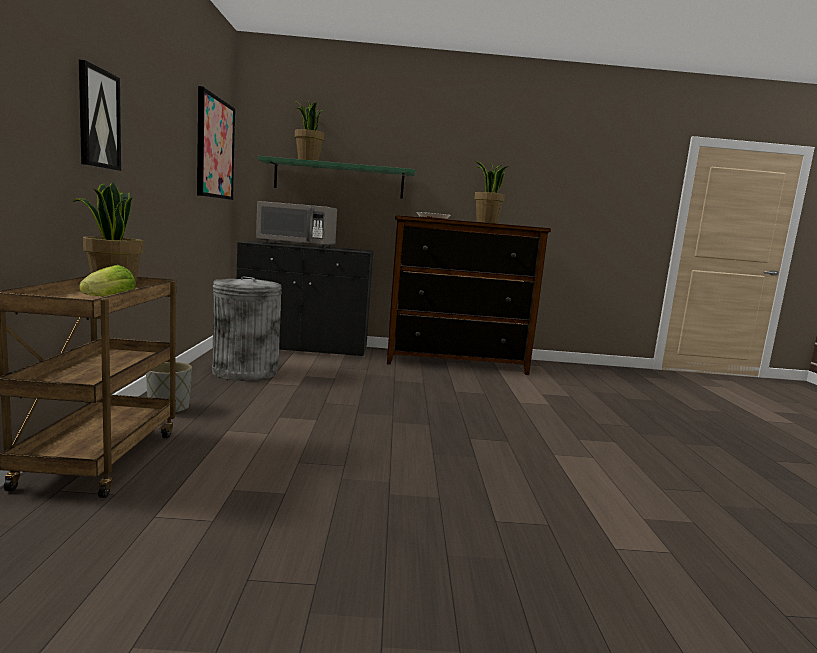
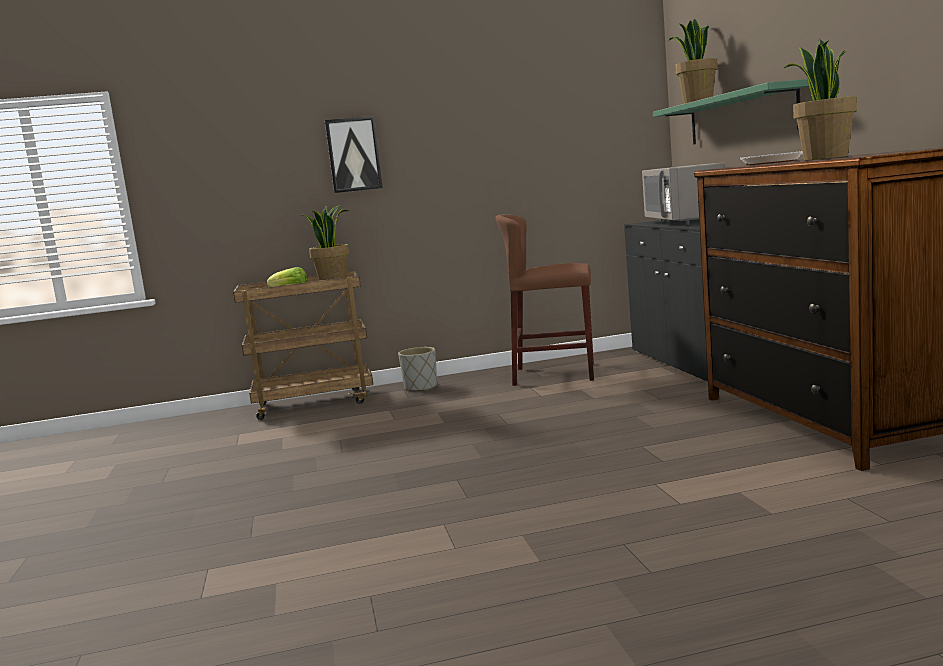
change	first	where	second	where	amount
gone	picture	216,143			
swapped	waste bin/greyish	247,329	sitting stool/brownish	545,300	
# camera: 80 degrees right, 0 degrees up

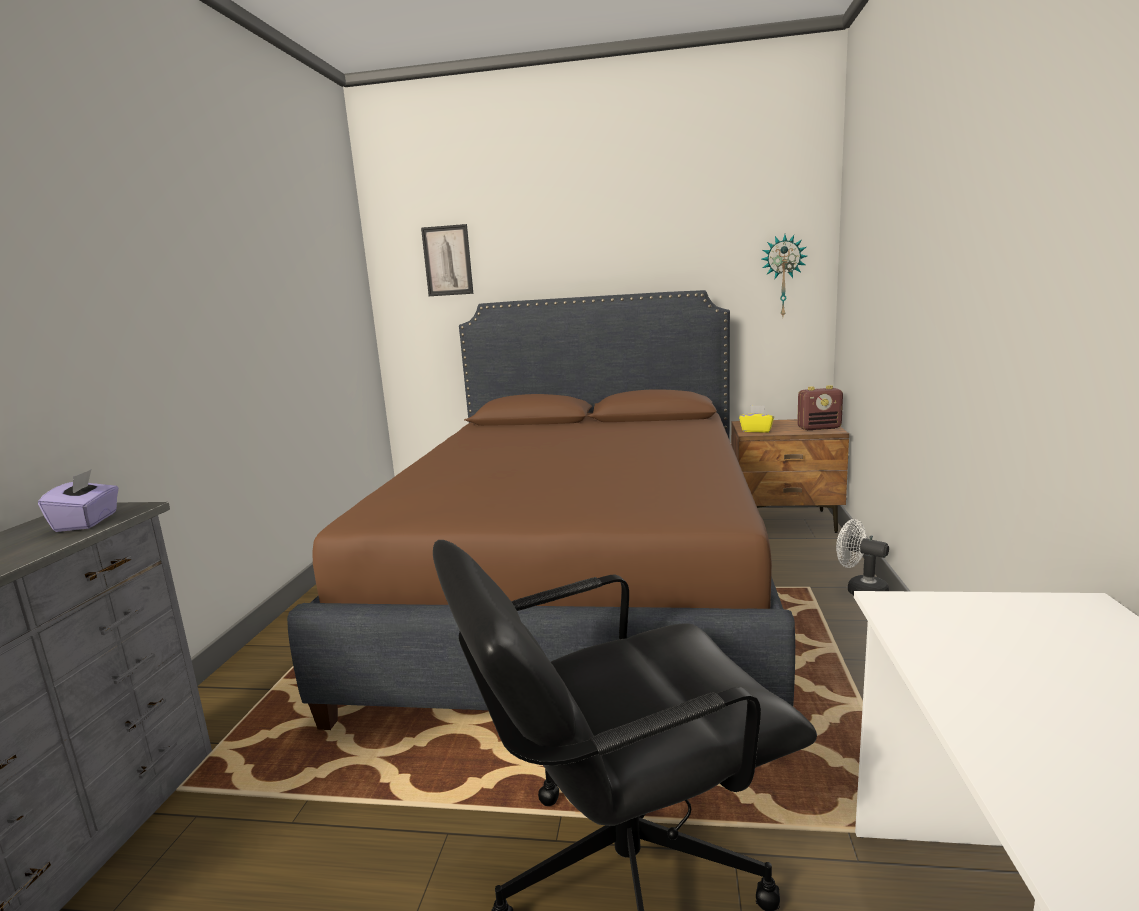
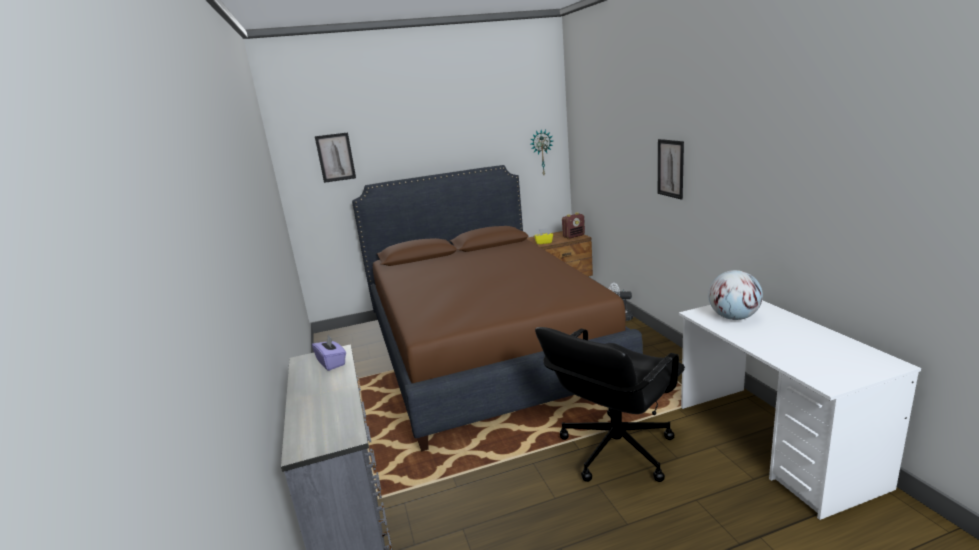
change	first	where	second	where	amount
new			picture	671,169	
new			world globe	735,295	
# camera: 25 degrees left, 5 degrees up

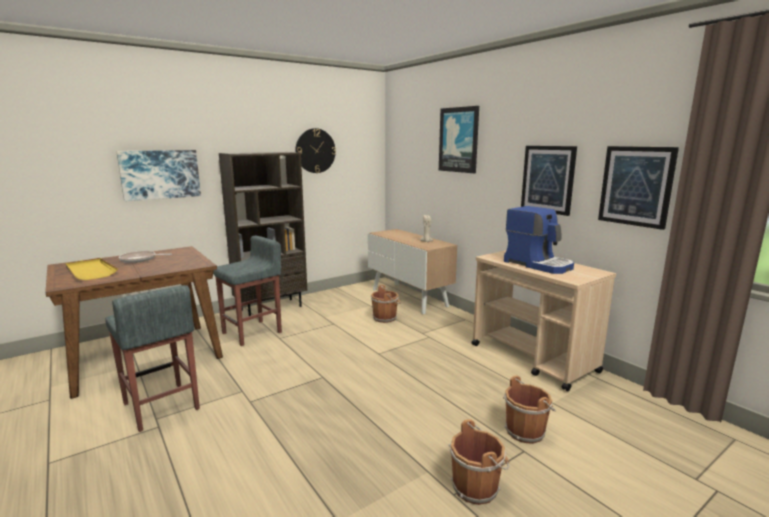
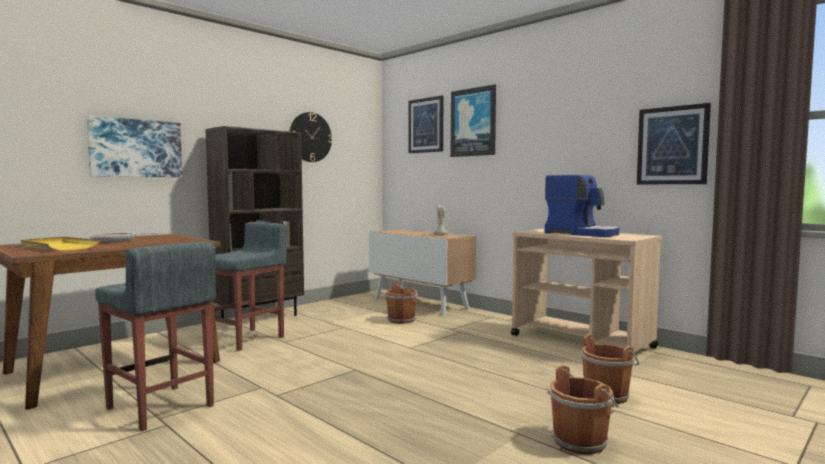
change	first	where	second	where	amount
shifted	picture	549,181		426,124	
# camera: 10 degrees left, 10 degrees down

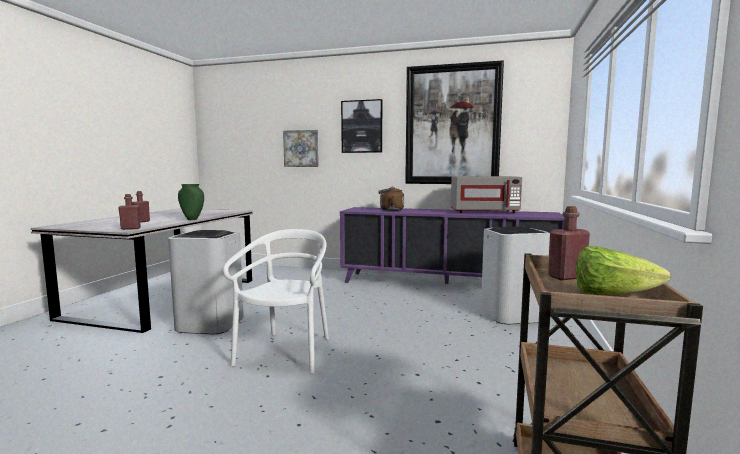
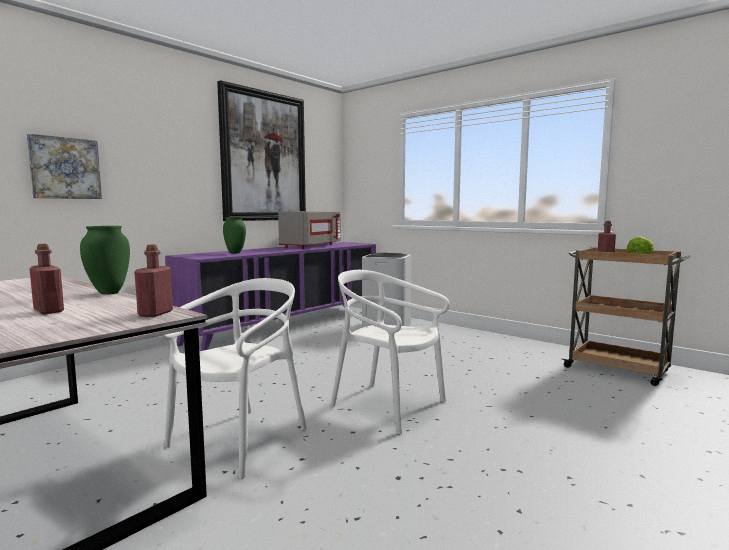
change	first	where	second	where	amount
swapped	waste bin/whitish	206,282	upright chair/whitish	233,378	
gone	picture	361,126			
swapped	tea kettle/brownish	391,199	flower vase/green-coloured	234,235	
# camera: 65 degrees left, 0 degrees up

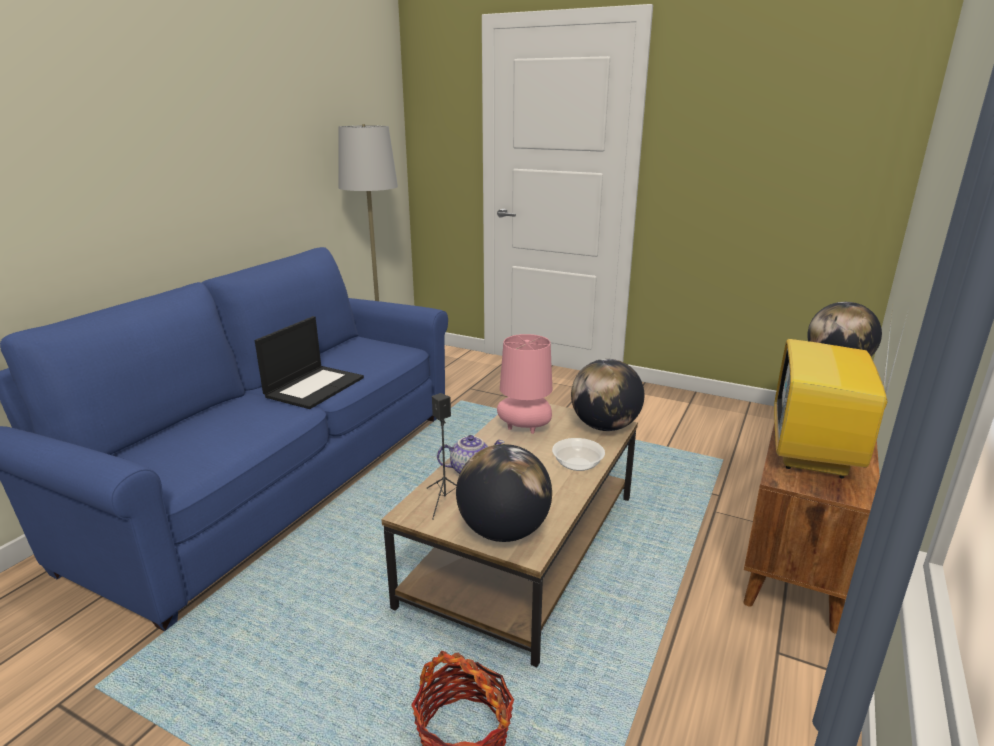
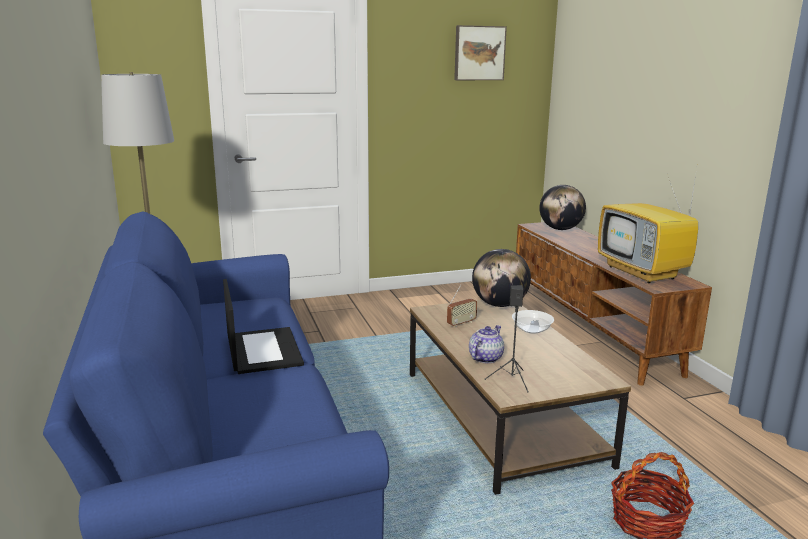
change	first	where	second	where	amount
gone	world globe	504,493			
swapped	lamp for a table/pink-coloured	524,384	radio set	462,305	
new			picture	480,52	
# camera: 45 degrees left, 5 degrees down

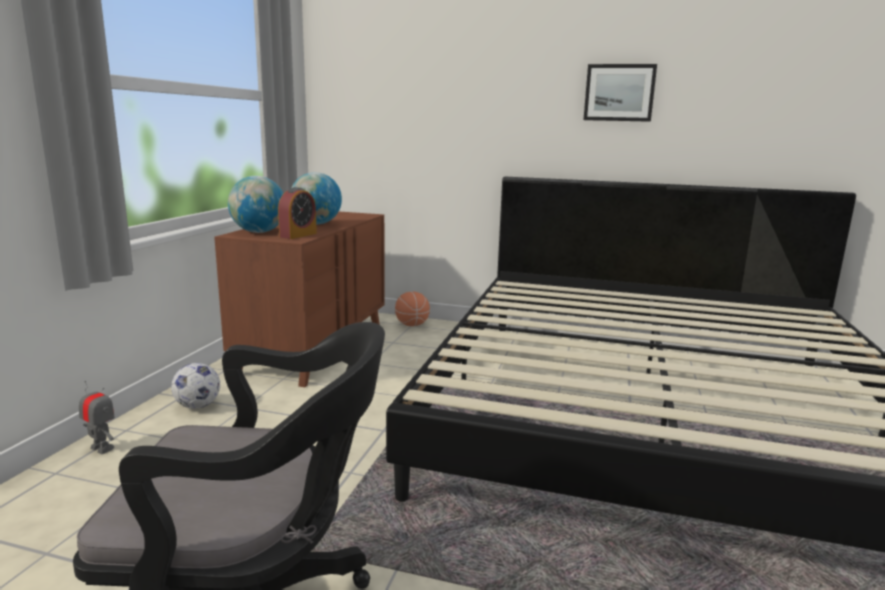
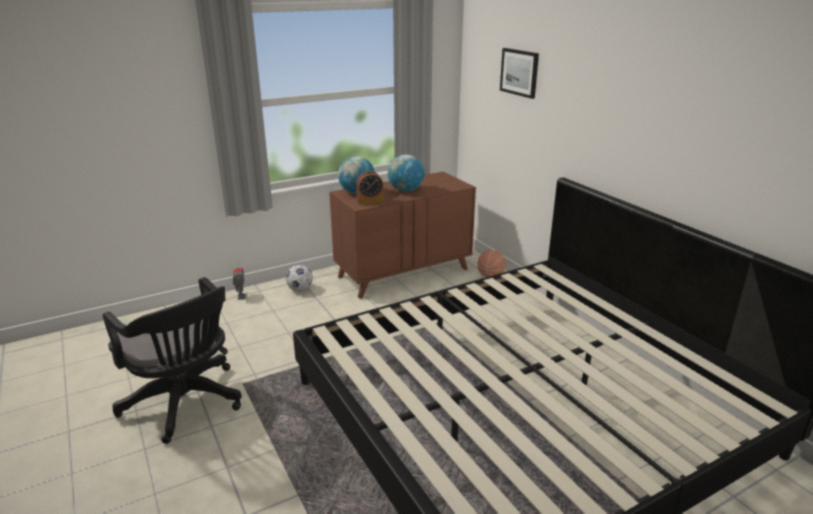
change	first	where	second	where	amount
shifted	picture	620,93		519,73	
# camera: 45 degrees right, 10 degrees up

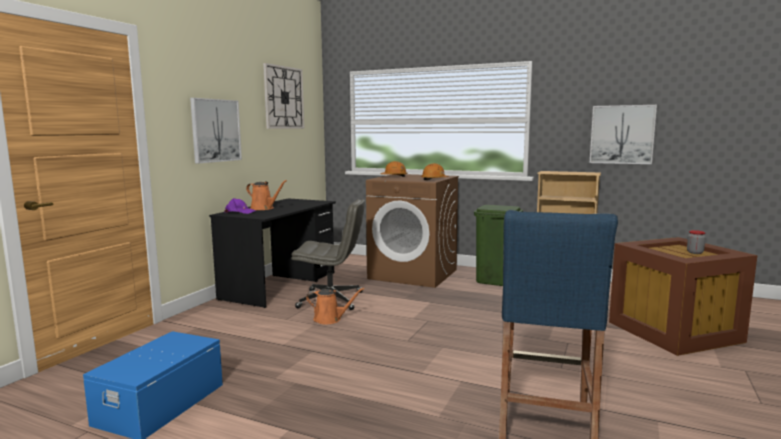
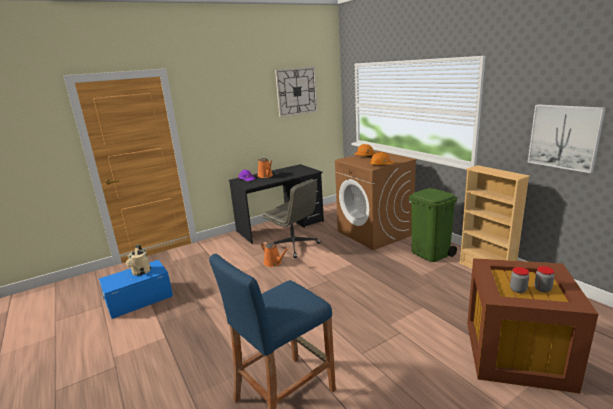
change	first	where	second	where	amount
gone	picture	216,131			
new			watering pot/sand-coloured	138,260	
new			preserve jar	519,280	
# camera: 35 degrees right, 10 degrees up

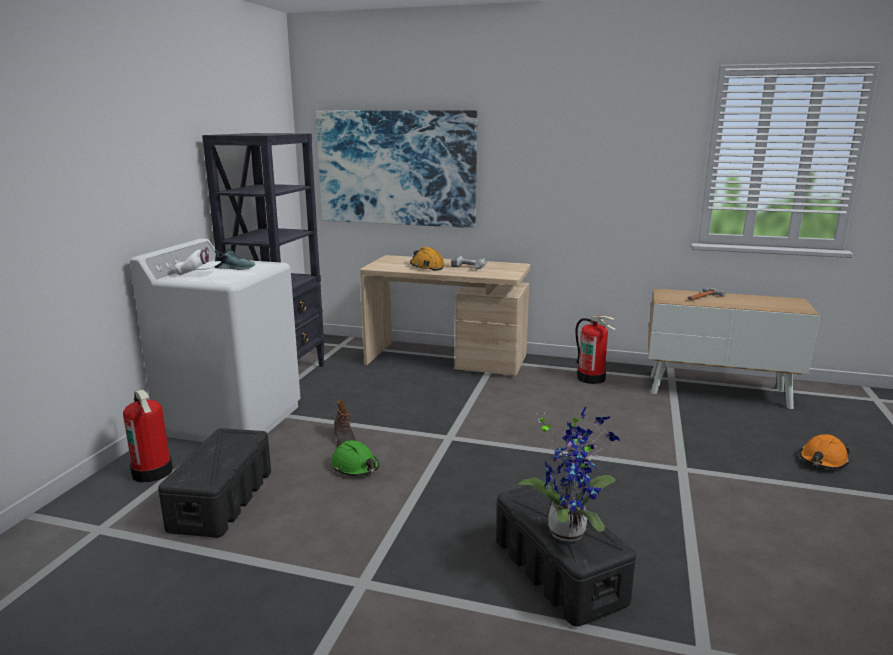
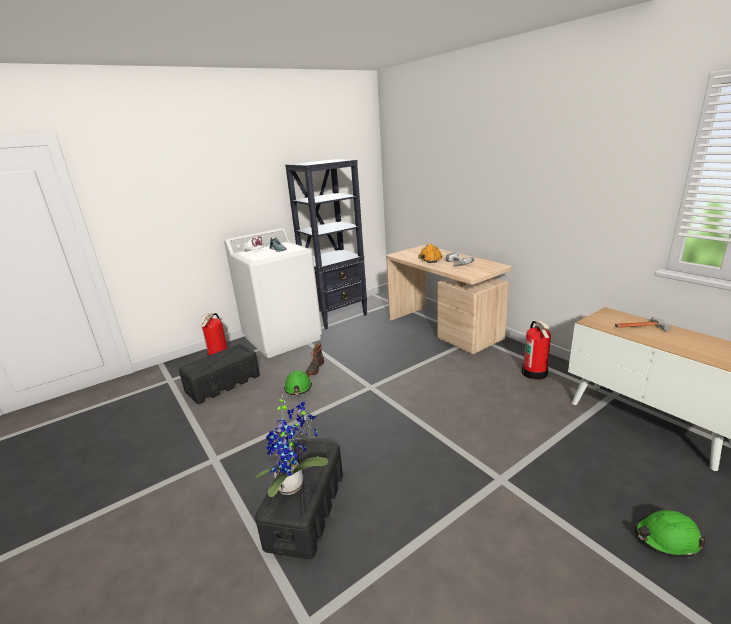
change	first	where	second	where	amount
gone	picture	396,169			
repainted	safety helmet/orange	825,451	safety helmet/green-coloured	670,534	
# camera: 40 degrees right, 5 degrees up

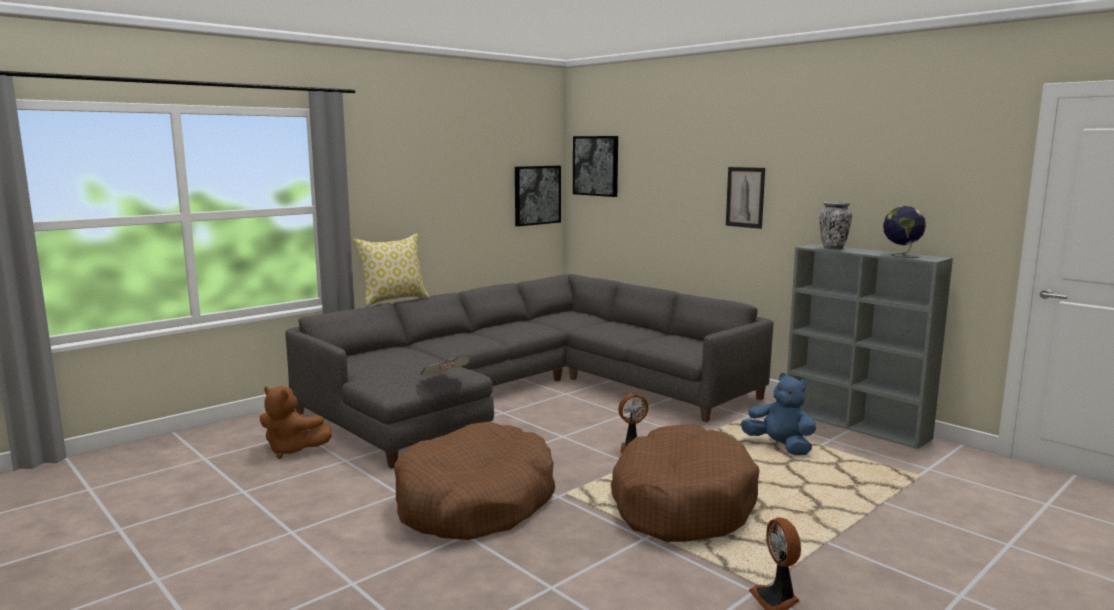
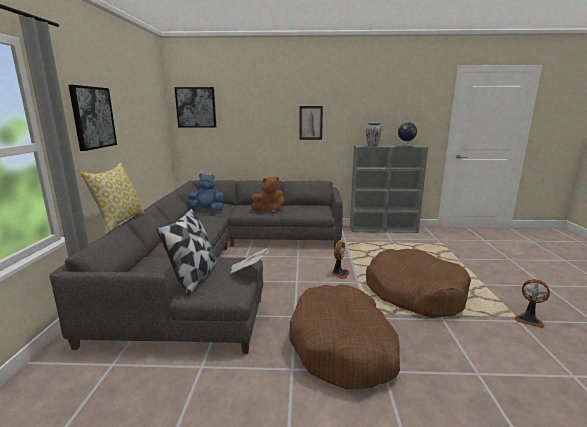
change	first	where	second	where	amount
shifted	plush toy/brownish	296,422		268,194	
shifted	picture	538,196		92,118	
shifted	plush toy/blue-coloured	778,414		205,192	
new			throw pillow	186,252	
# camera: 45 degrees left, 5 degrees up

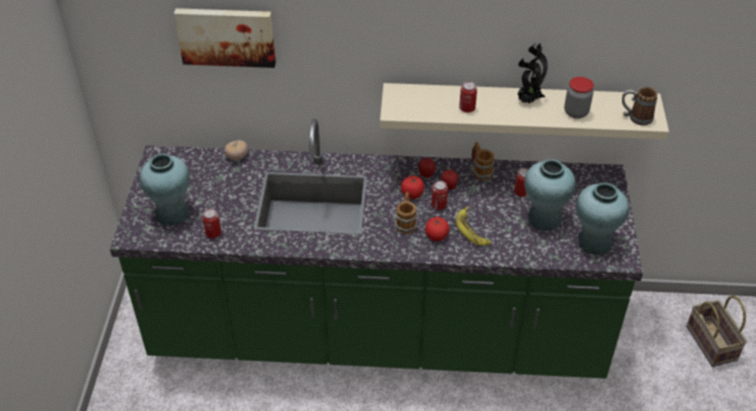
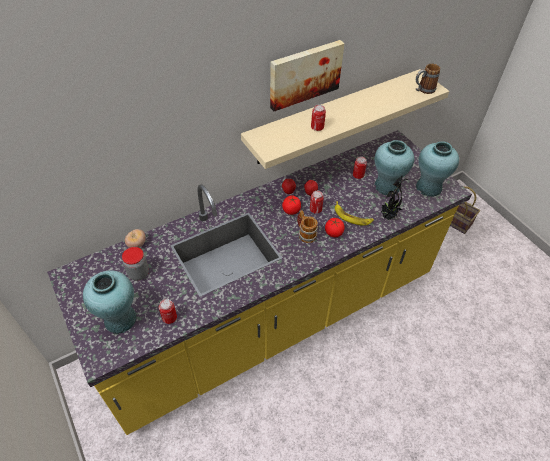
change	first	where	second	where	amount
repainted	kitchen counter/green-coloured	376,249	kitchen counter/yellowish	259,282	
shifted	picture	225,38		307,75	
gone	coffee mug	483,161			
shifted	potted plant	533,73		394,197	
shifted	preserve jar	579,98		135,264	
# camera: 35 degrees left, 5 degrees up

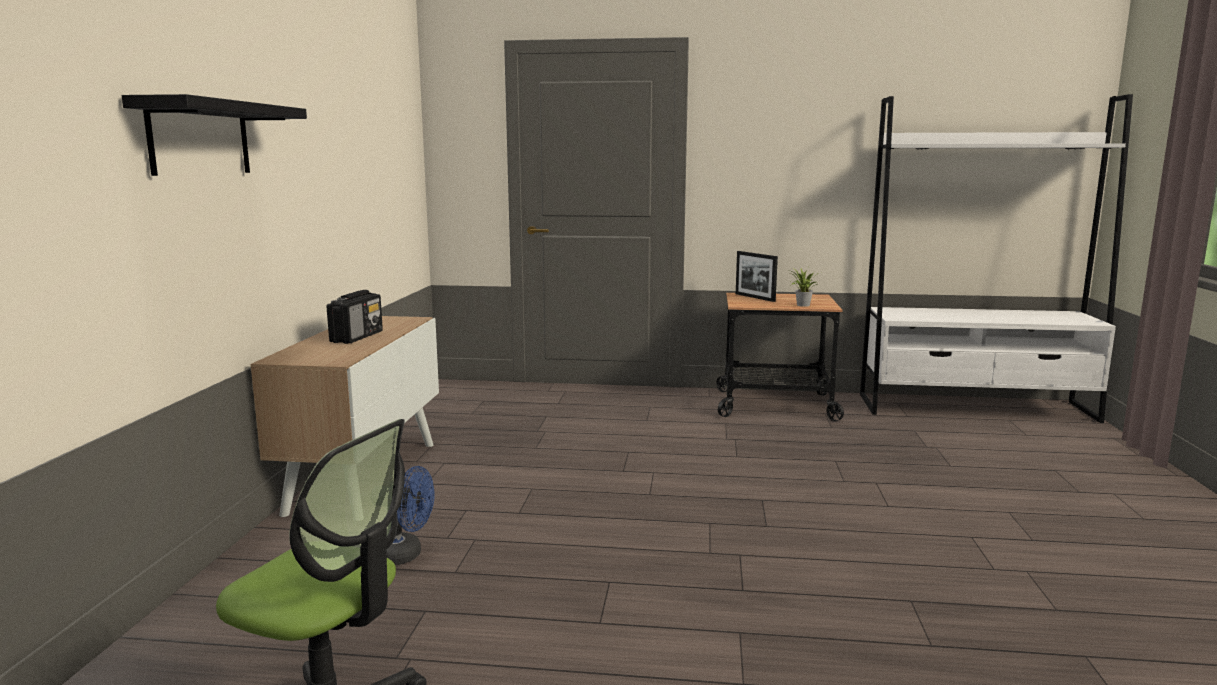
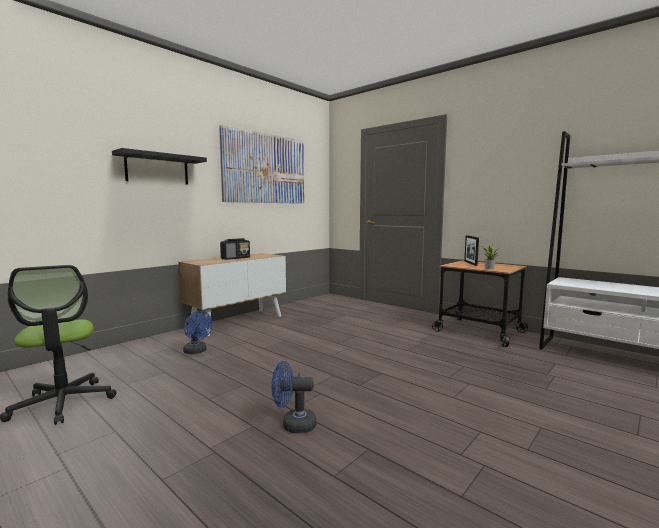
change	first	where	second	where	amount
new			picture	261,164	
new			fan/blue-coloured	294,397	
# camera: 35 degrees right, 5 degrees down

